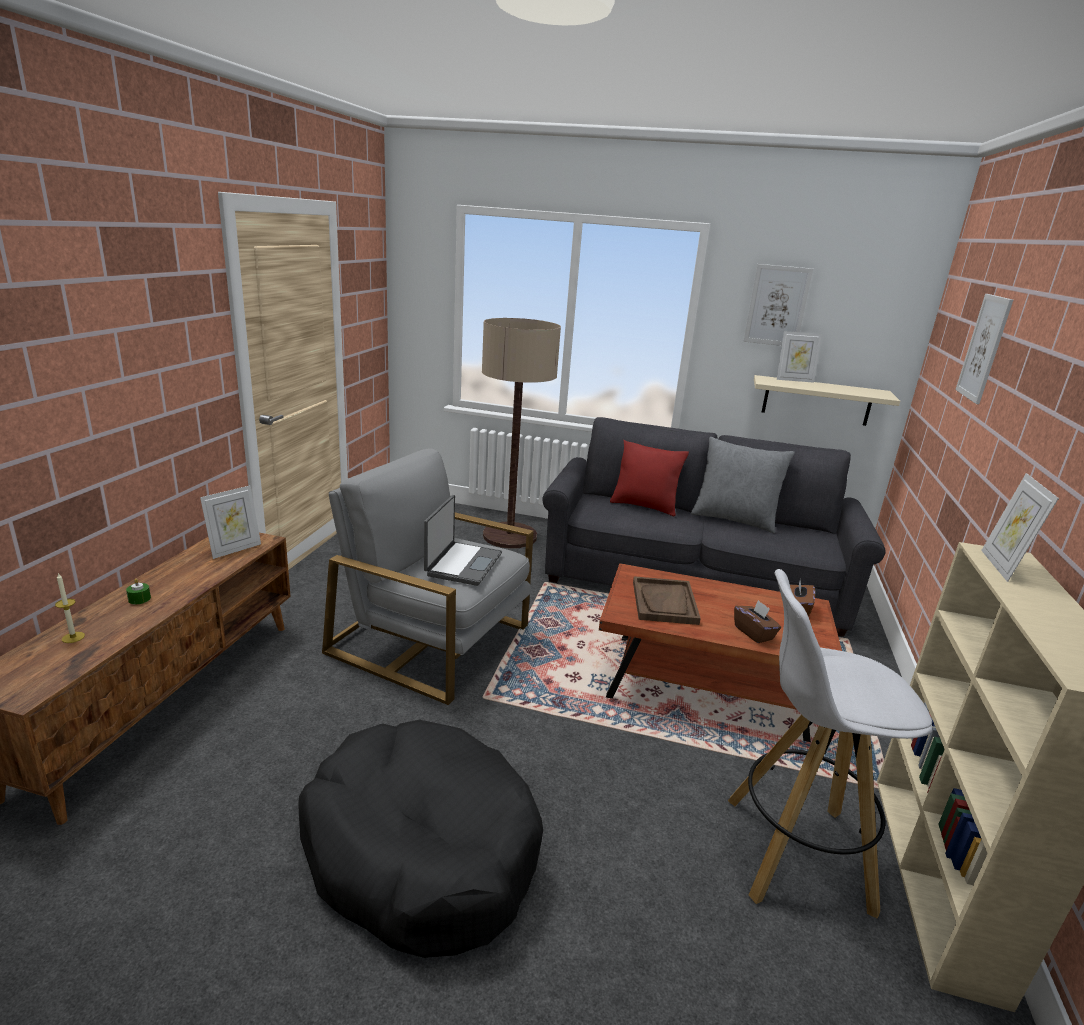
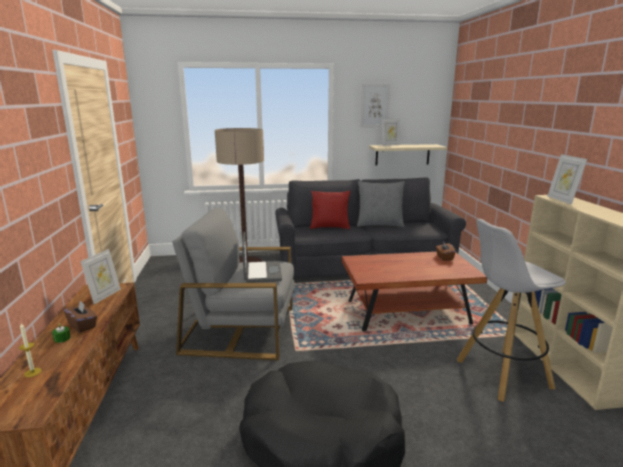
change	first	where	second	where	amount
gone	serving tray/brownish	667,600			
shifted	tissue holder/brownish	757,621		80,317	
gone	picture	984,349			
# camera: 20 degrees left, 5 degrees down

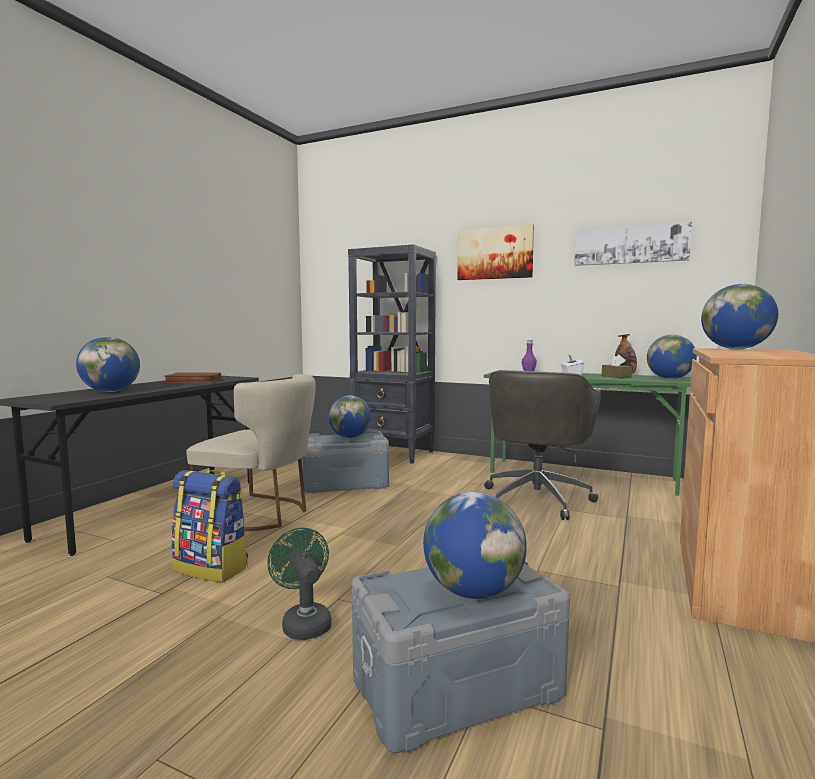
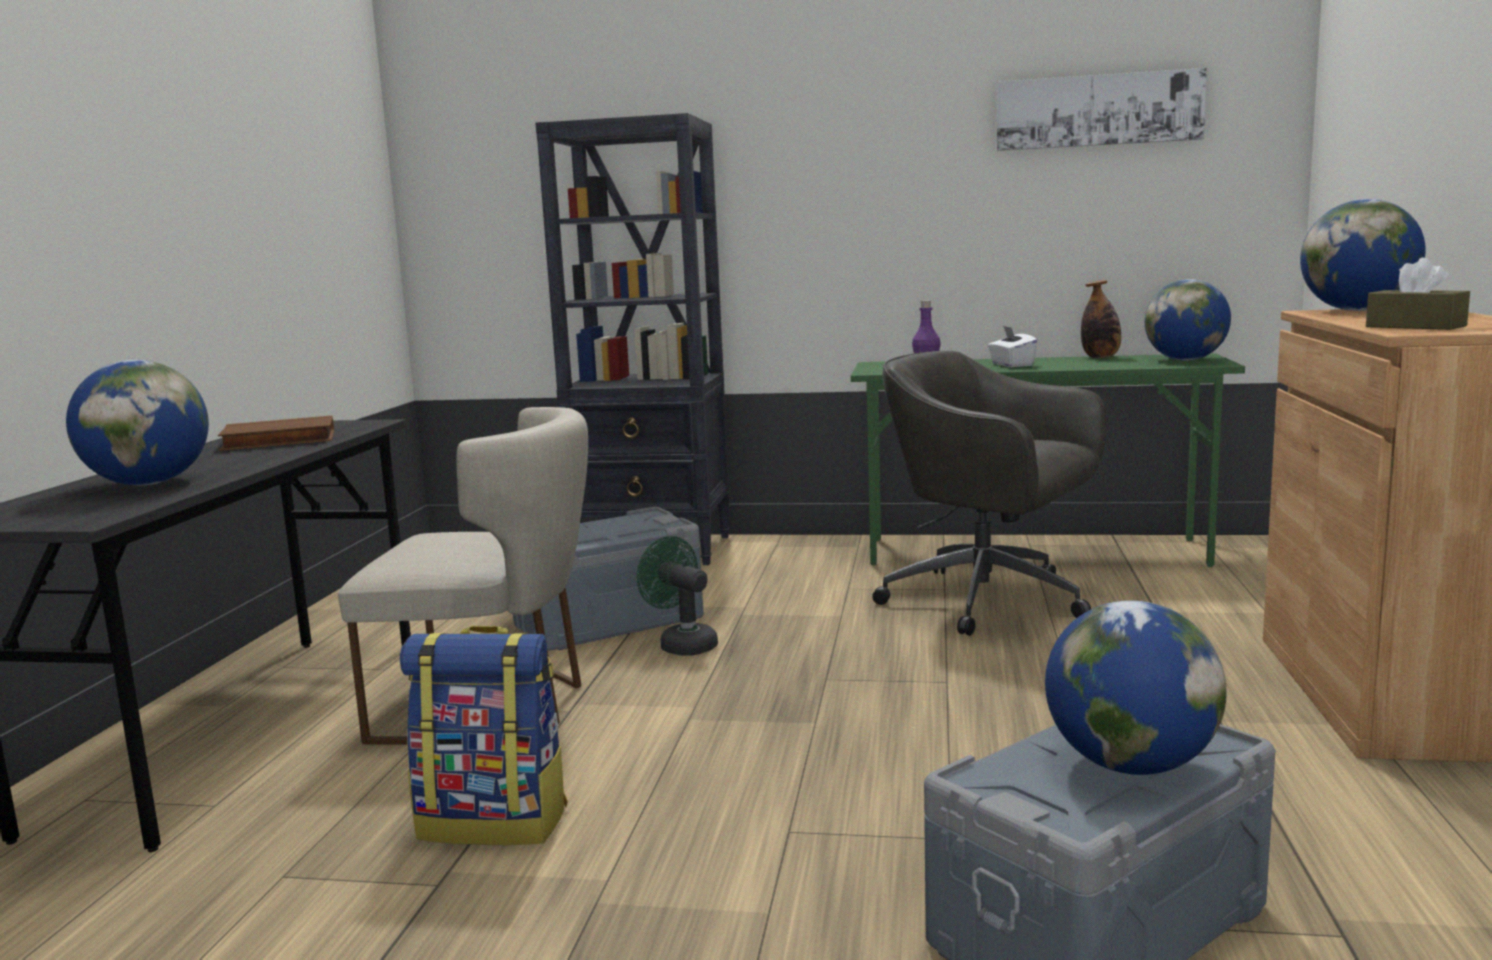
change	first	where	second	where	amount
shifted	fan/green-coloured	299,583		677,596	
gone	world globe	349,416			
gone	picture	495,252			
rotated	computer chair/greyish	542,445		989,493	120 degrees clockwise
shifted	tissue holder/brownish	617,366		1418,294	
# camera: 15 degrees left, 5 degrees up

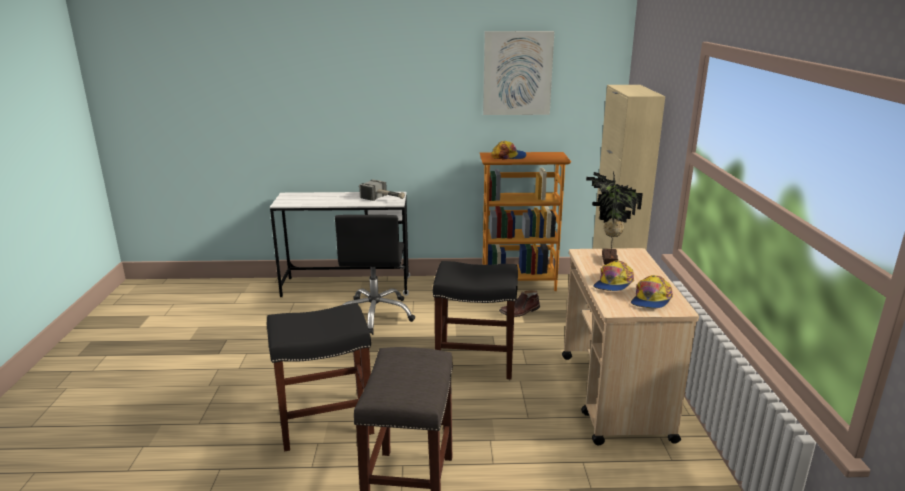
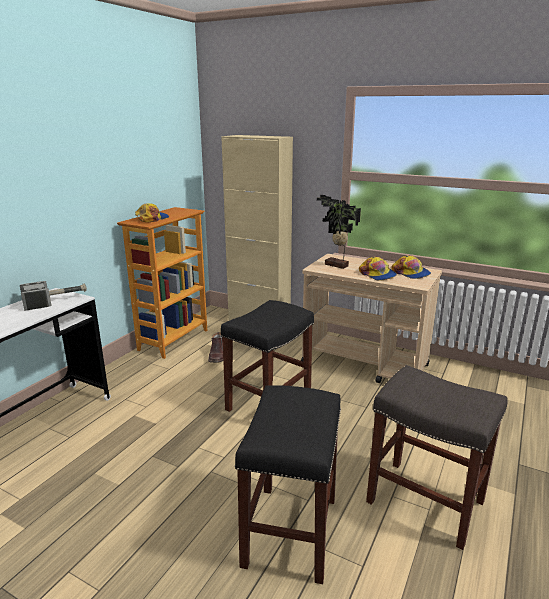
change	first	where	second	where	amount
gone	computer chair/blackish	375,275			
gone	picture	518,73			
# camera: 60 degrees left, 0 degrees up

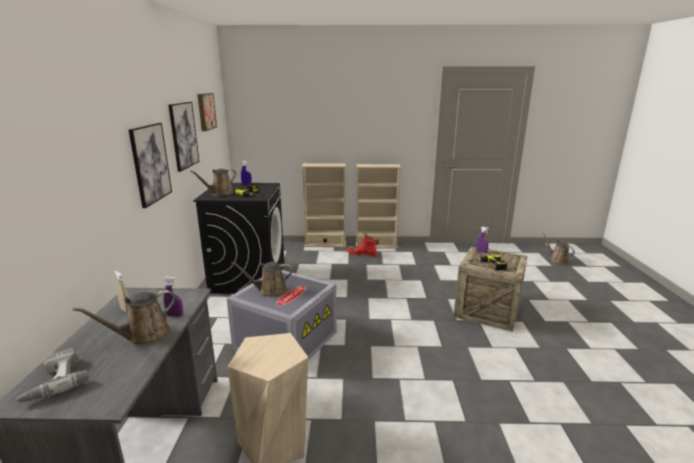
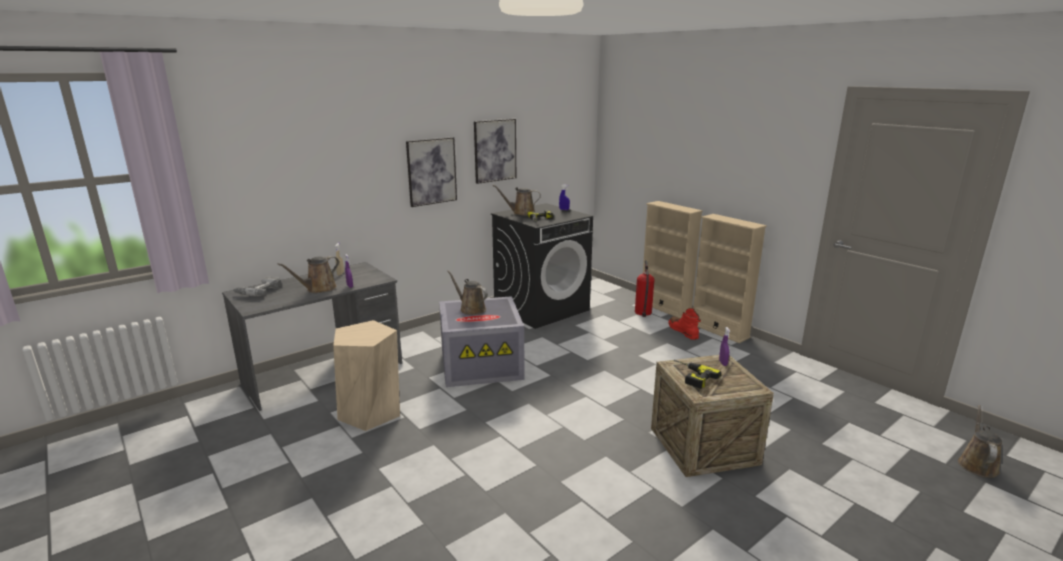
change	first	where	second	where	amount
rotated	watering pot/brownish	124,317		308,274	60 degrees counterclockwise
gone	picture	207,112			
new			extinguisher	645,288	
# camera: 50 degrees right, 0 degrees up

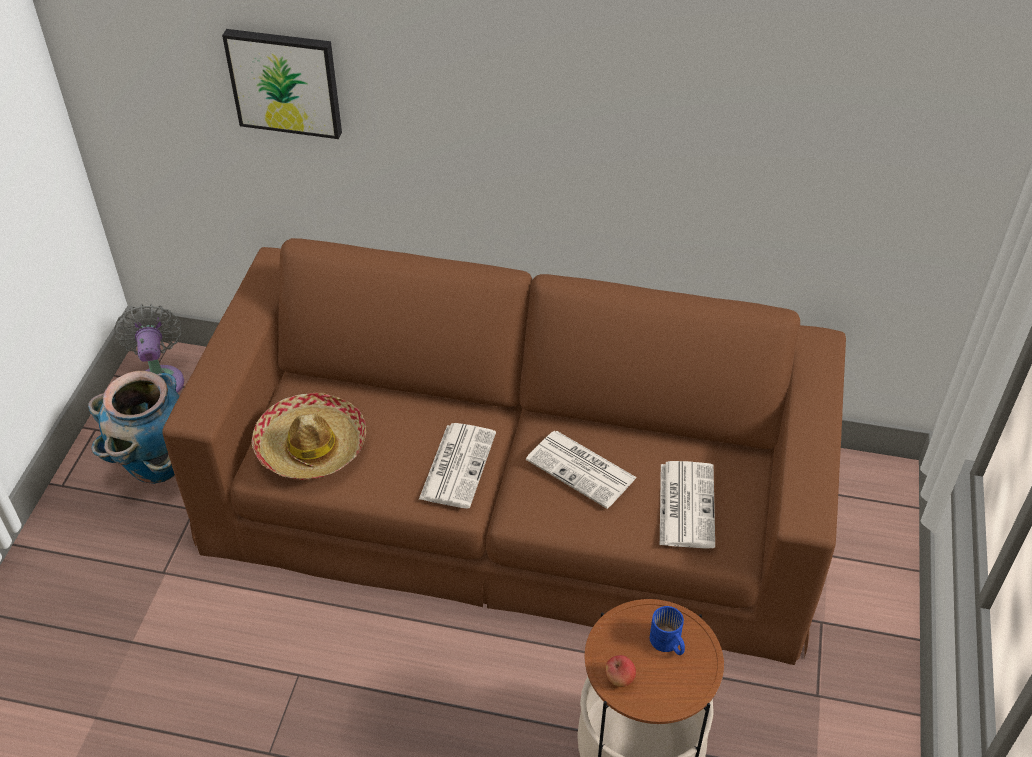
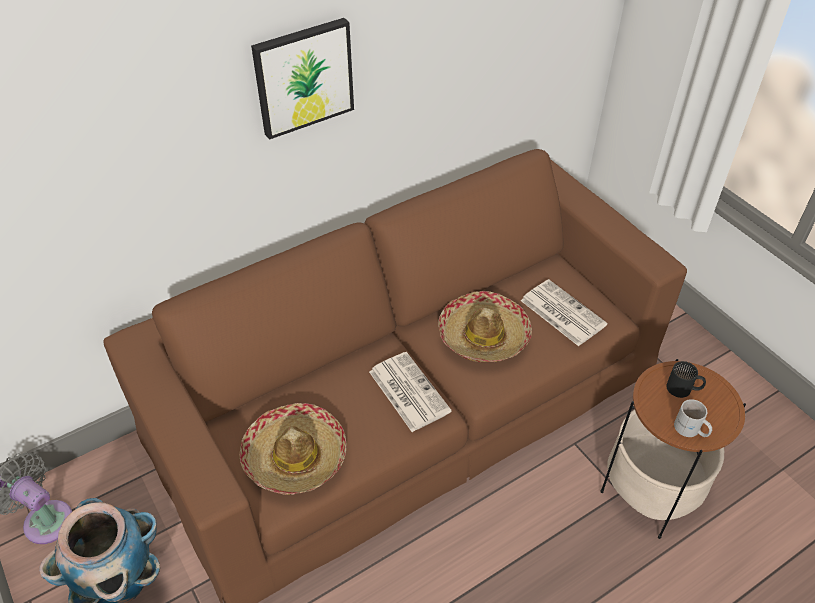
change	first	where	second	where	amount
shifted	picture	282,84		302,79	
swapped	daily paper	581,470	hat	485,326	
swapped	whole apple	620,671	coffee mug/whitish	693,418	
repainted	coffee mug/blue-coloured	667,630	coffee mug/blackish	686,379	
# camera: 45 degrees left, 0 degrees up

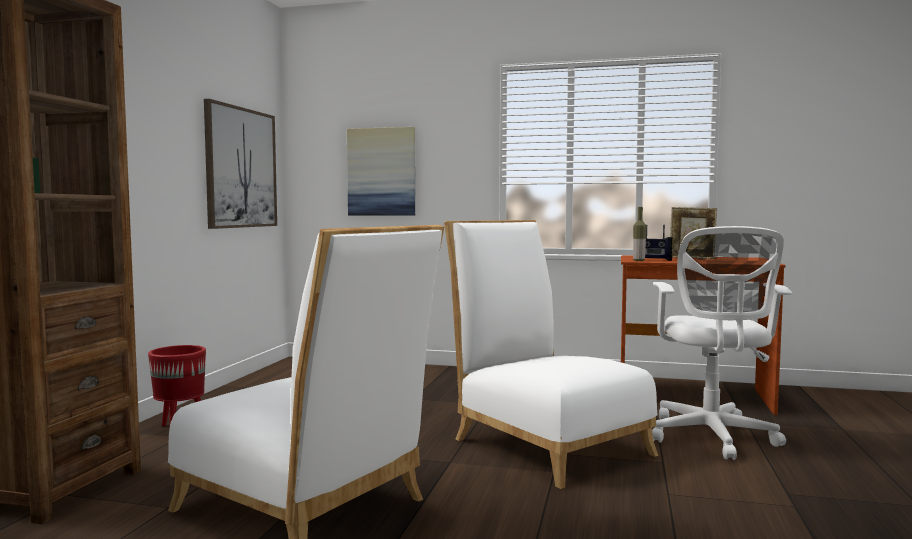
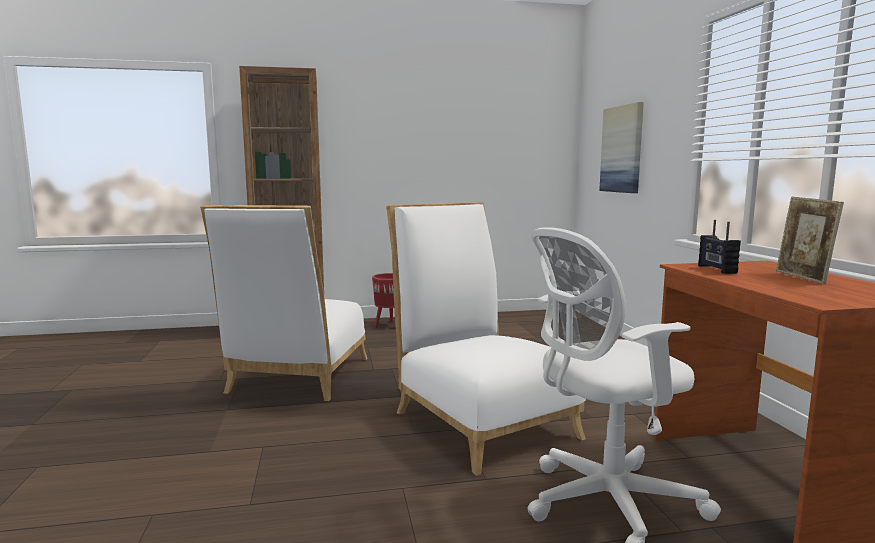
change	first	where	second	where	amount
gone	picture	240,164			
rotated	upright chair/whitish	551,354		486,339	60 degrees counterclockwise
gone	drink bottle	639,234			
# camera: 65 degrees right, 5 degrees up

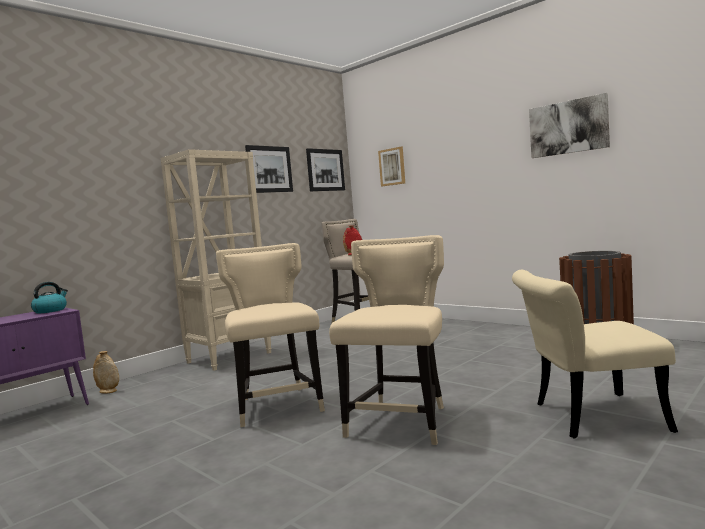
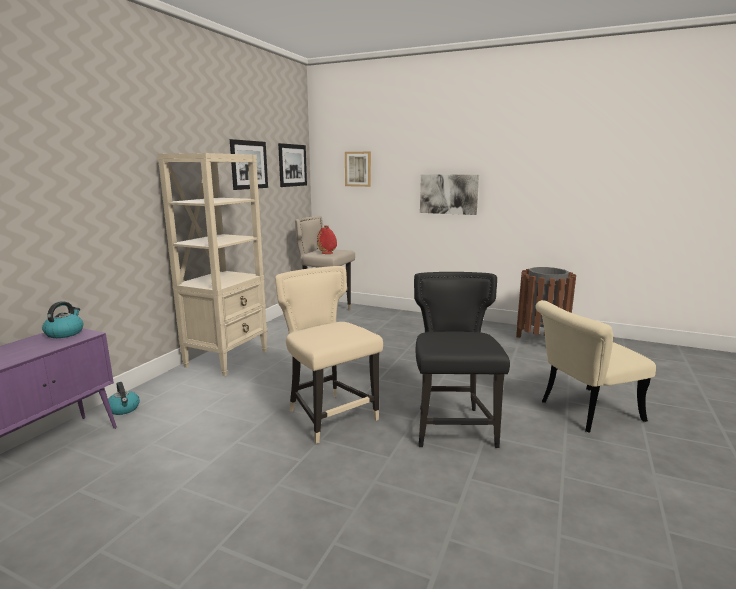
change	first	where	second	where	amount
swapped	flower vase/sand-coloured	106,372	tea kettle	124,398	
repainted	upright chair/sand-coloured	386,340	upright chair/blackish	462,360	
shifted	picture	569,125		449,194	
# camera: 20 degrees left, 10 degrees up

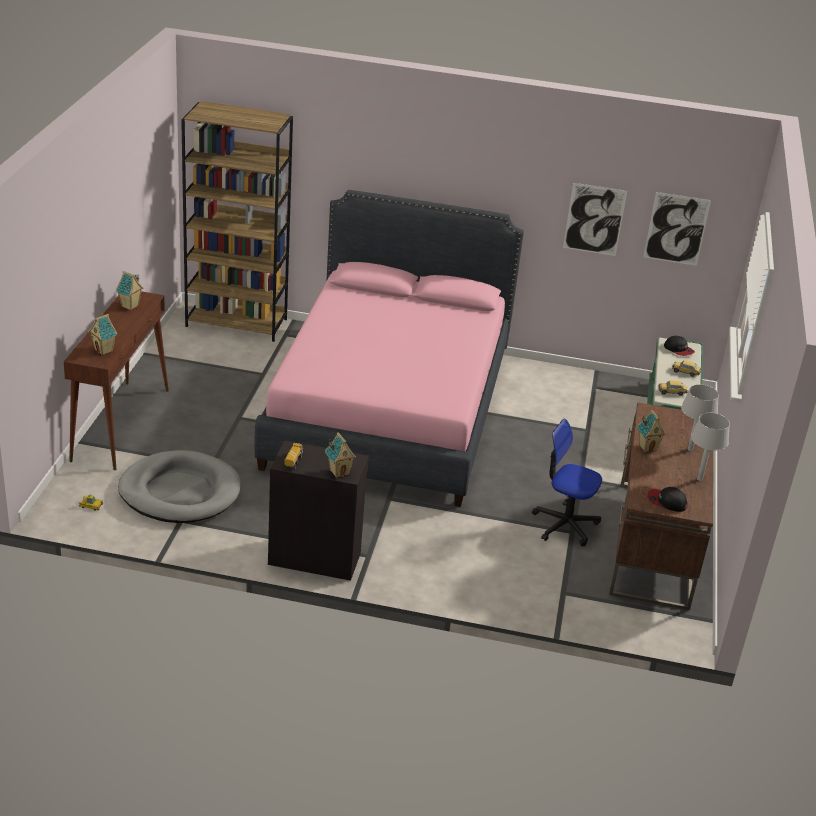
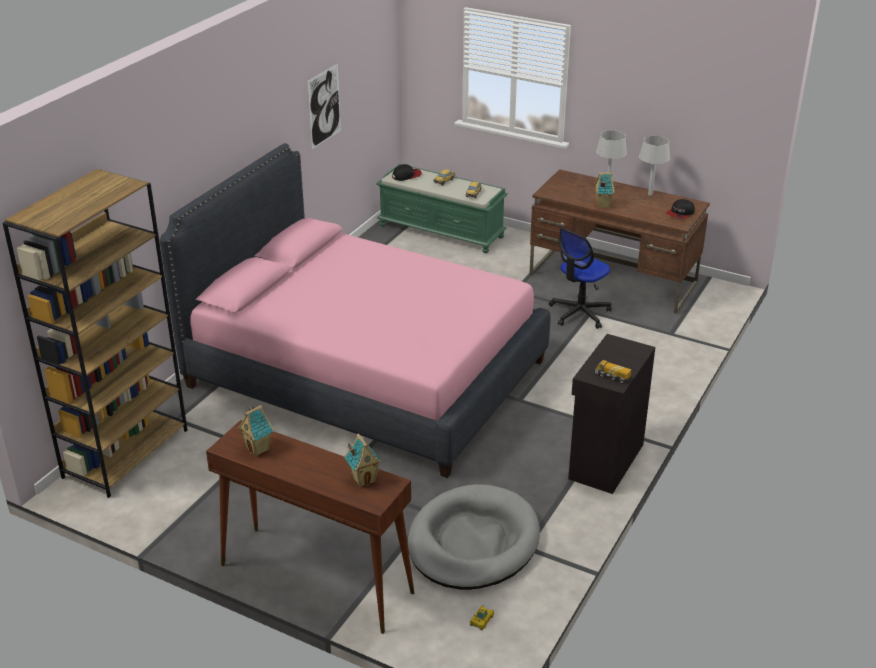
change	first	where	second	where	amount
gone	model house	340,455			
gone	picture	677,229			
# camera: 70 degrees left, 0 degrees up

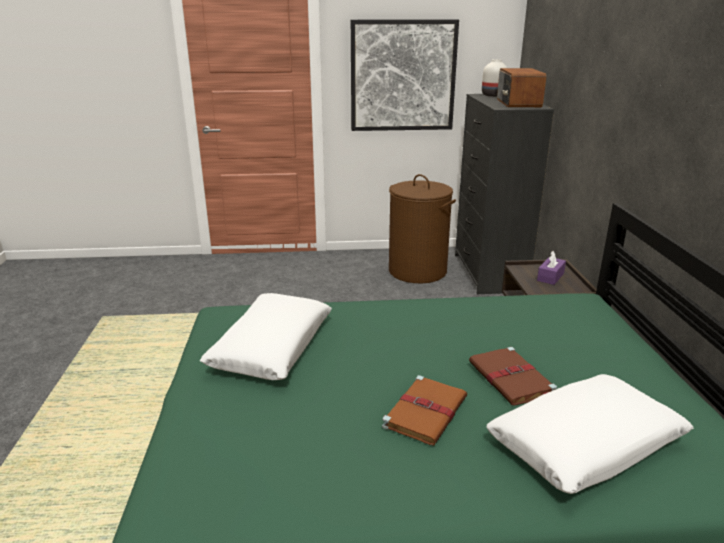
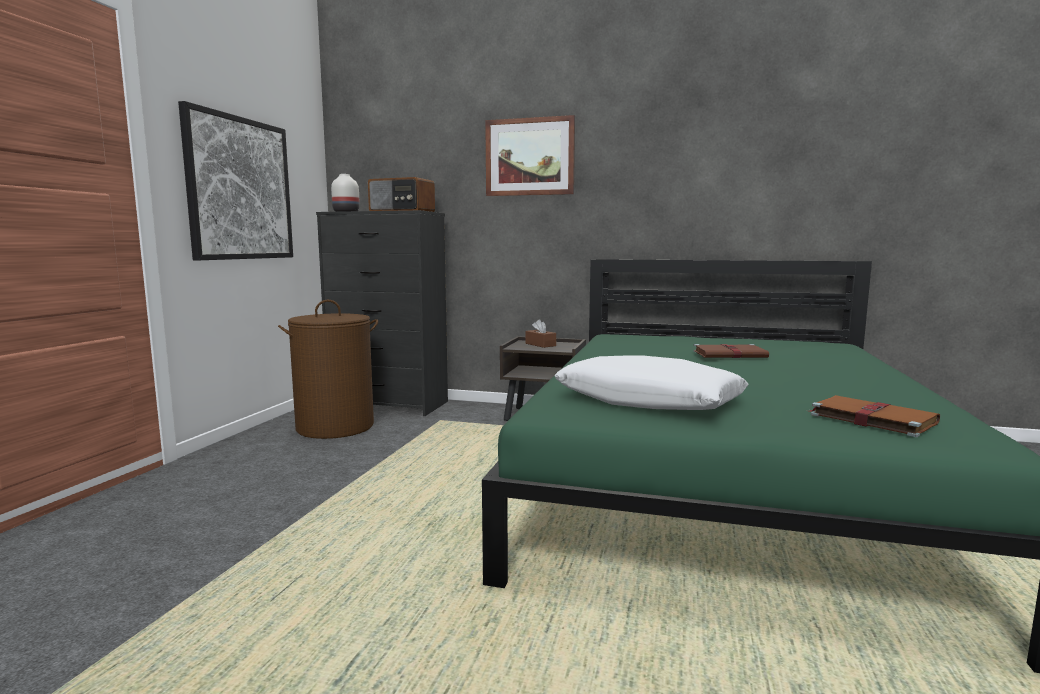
change	first	where	second	where	amount
shifted	bound book/brownish	424,410		874,416	
gone	throw pillow/whitish	590,434			
repainted	tissue holder/purple-coloured	551,268	tissue holder/brownish	541,333	
new			picture	530,155	
# camera: 70 degrees left, 15 degrees down

